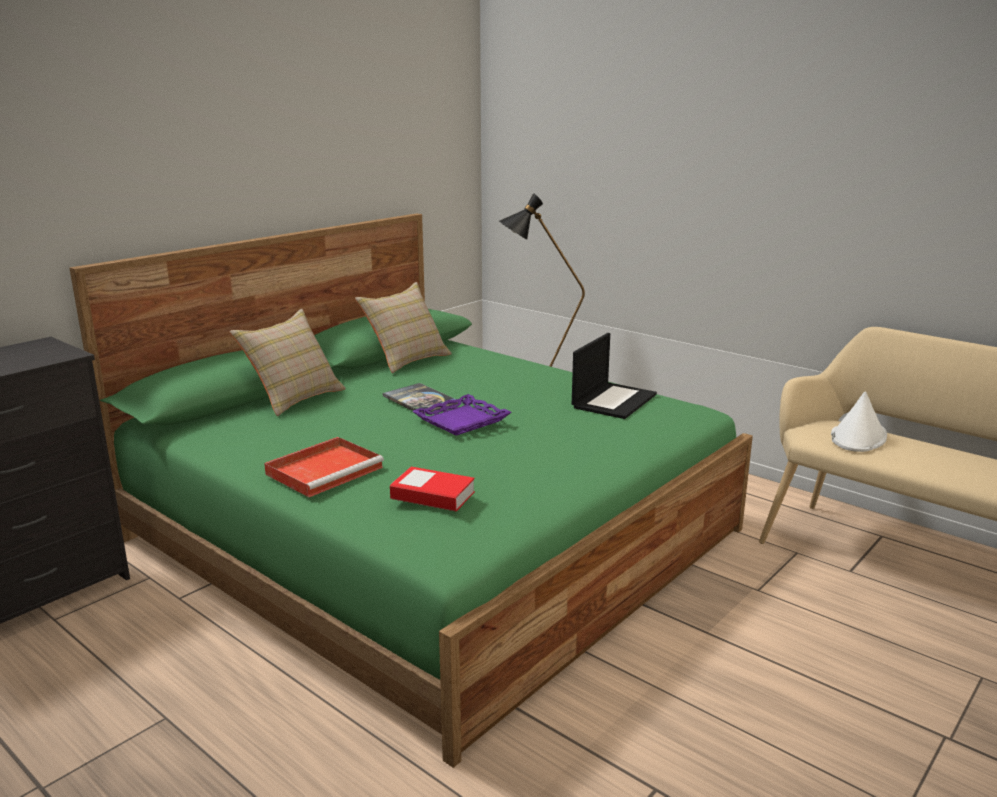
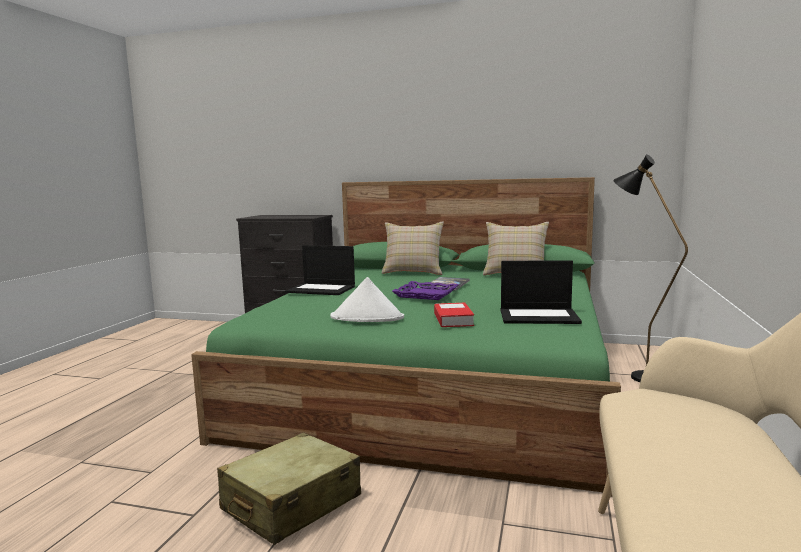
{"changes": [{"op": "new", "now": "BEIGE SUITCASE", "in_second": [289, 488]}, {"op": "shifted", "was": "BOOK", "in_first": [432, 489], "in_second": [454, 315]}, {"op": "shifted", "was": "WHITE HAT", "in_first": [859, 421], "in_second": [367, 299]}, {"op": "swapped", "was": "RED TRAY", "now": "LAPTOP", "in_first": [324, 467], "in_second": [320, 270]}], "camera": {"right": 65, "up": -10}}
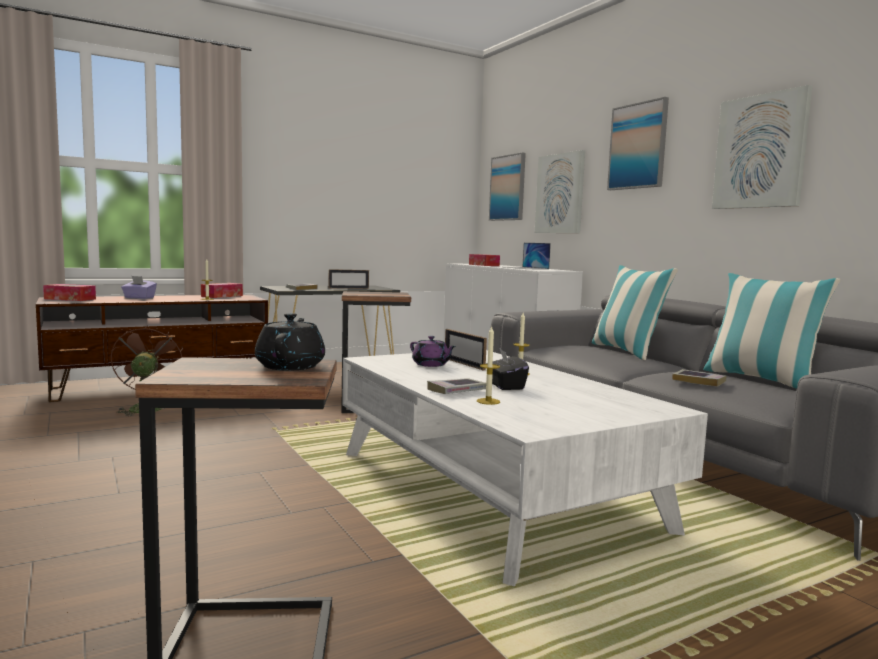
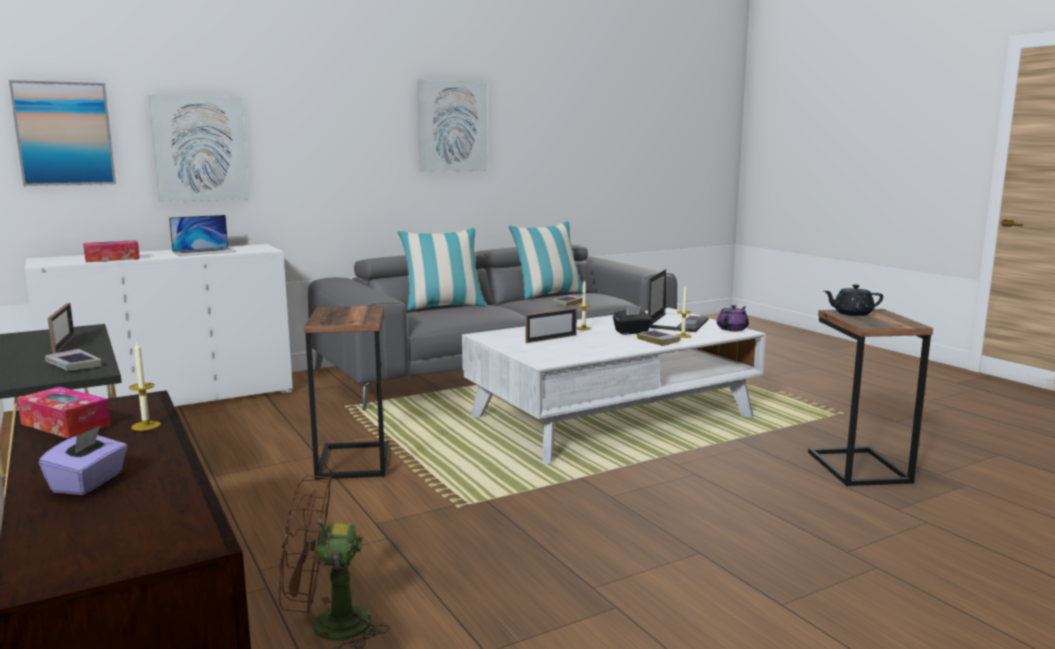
{"changes": [{"op": "gone", "was": "TISSUE BOX", "in_first": [69, 292]}, {"op": "gone", "was": "PICTURE", "in_first": [638, 143]}, {"op": "new", "now": "LAPTOP", "in_second": [678, 300]}, {"op": "shifted", "was": "PURPLE TEAPOT", "in_first": [433, 351], "in_second": [733, 318]}], "camera": {"right": -90, "up": 5}}
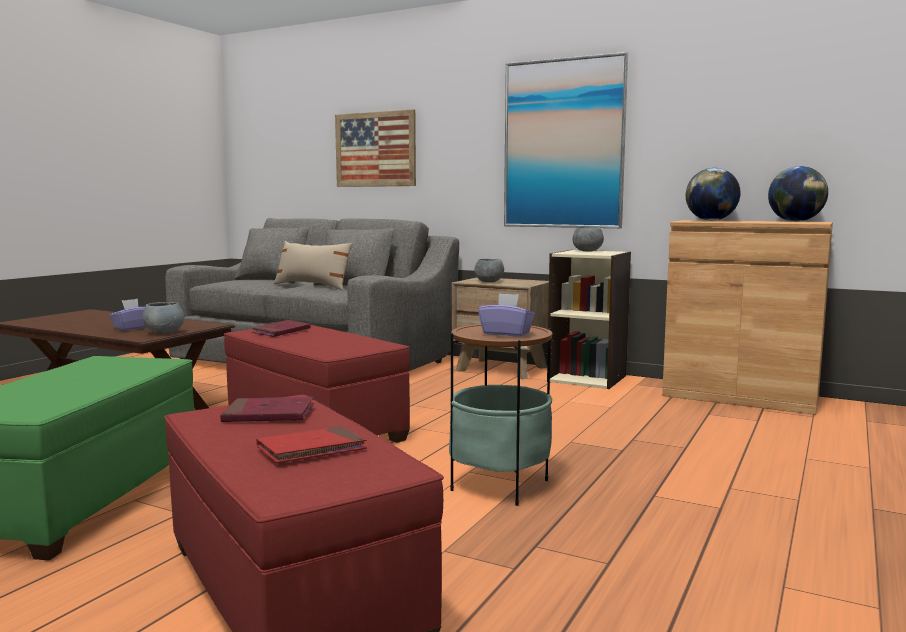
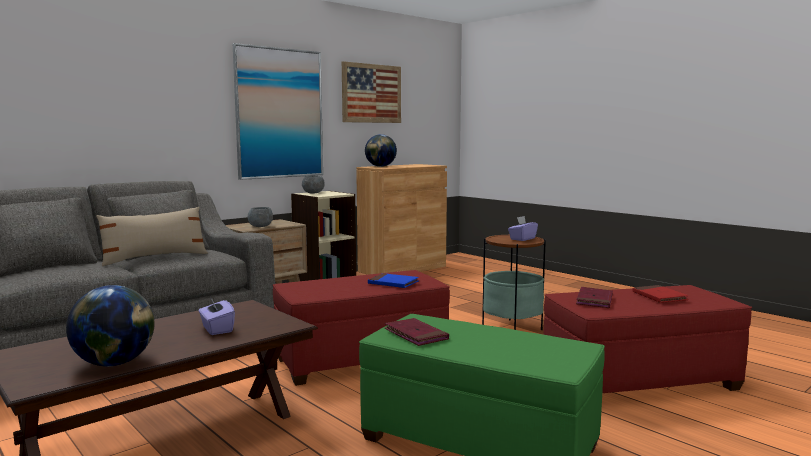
{"changes": [{"op": "gone", "was": "GREY BOWL", "in_first": [163, 318]}, {"op": "new", "now": "BLUE BOOK", "in_second": [393, 280]}, {"op": "shifted", "was": "RED BOOK", "in_first": [281, 328], "in_second": [417, 332]}, {"op": "shifted", "was": "PICTURE", "in_first": [375, 148], "in_second": [371, 92]}, {"op": "shifted", "was": "GLOBE", "in_first": [798, 194], "in_second": [110, 325]}], "camera": {"right": -70, "up": 0}}
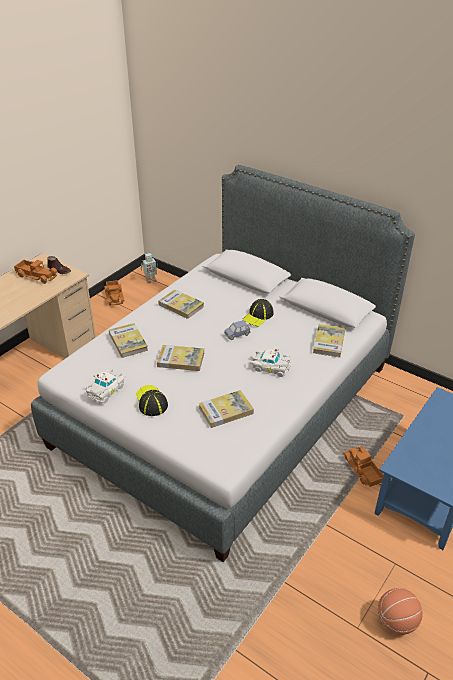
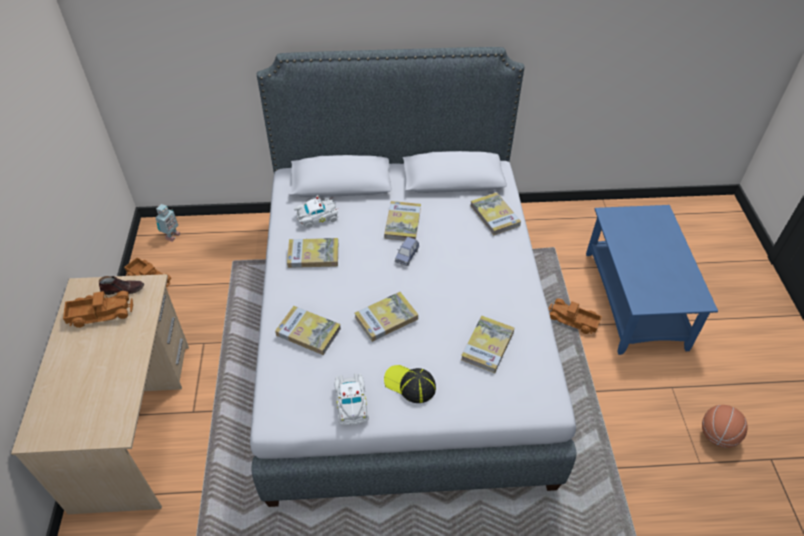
{"changes": [{"op": "shifted", "was": "WHITE TOY CAR", "in_first": [270, 363], "in_second": [316, 211]}, {"op": "swapped", "was": "CAP", "now": "BOOK", "in_first": [258, 313], "in_second": [402, 221]}], "camera": {"right": -40, "up": 10}}
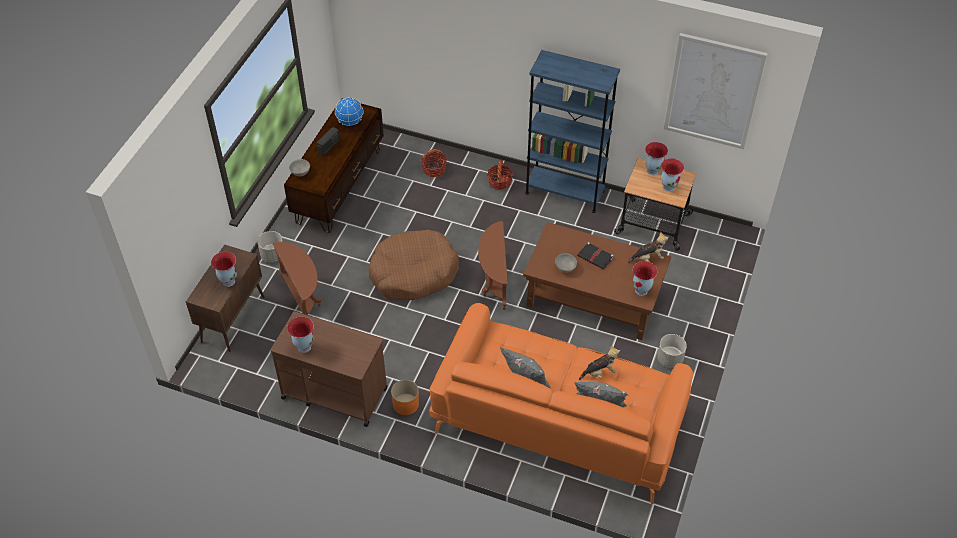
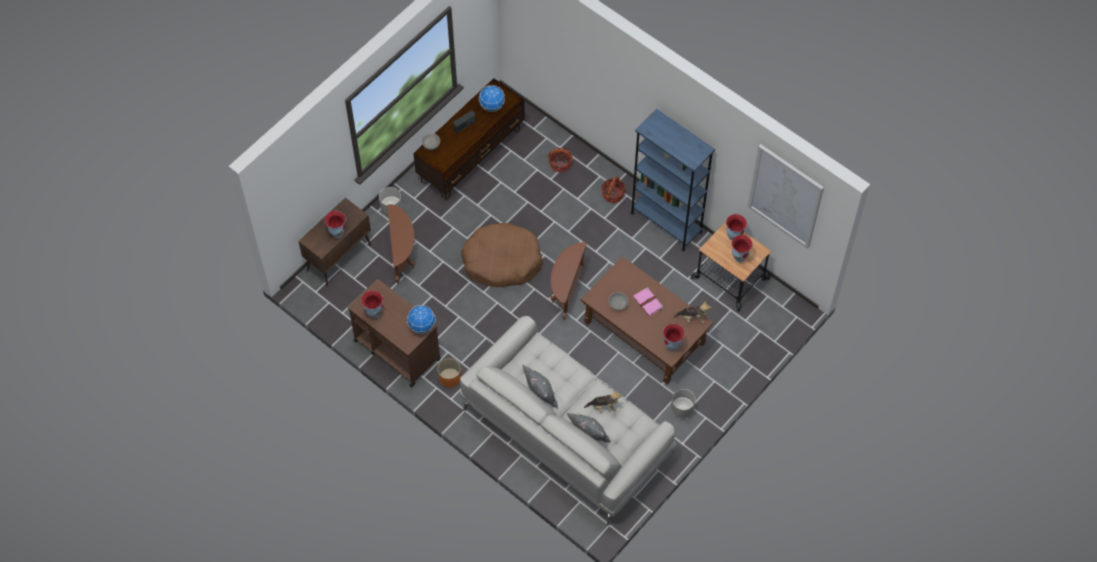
{"changes": [{"op": "new", "now": "GLOBE", "in_second": [421, 319]}, {"op": "repainted", "was": "ORANGE SOFA", "now": "WHITE SOFA", "in_first": [561, 404], "in_second": [568, 420]}, {"op": "repainted", "was": "BLACK BOOK", "now": "PINK BOOK", "in_first": [595, 255], "in_second": [648, 301]}], "camera": {"right": 20, "up": 10}}
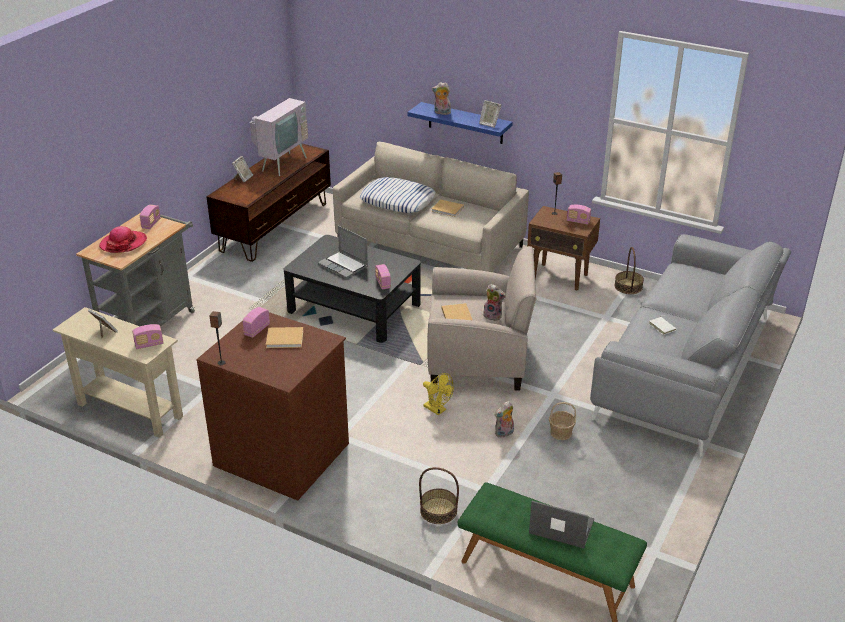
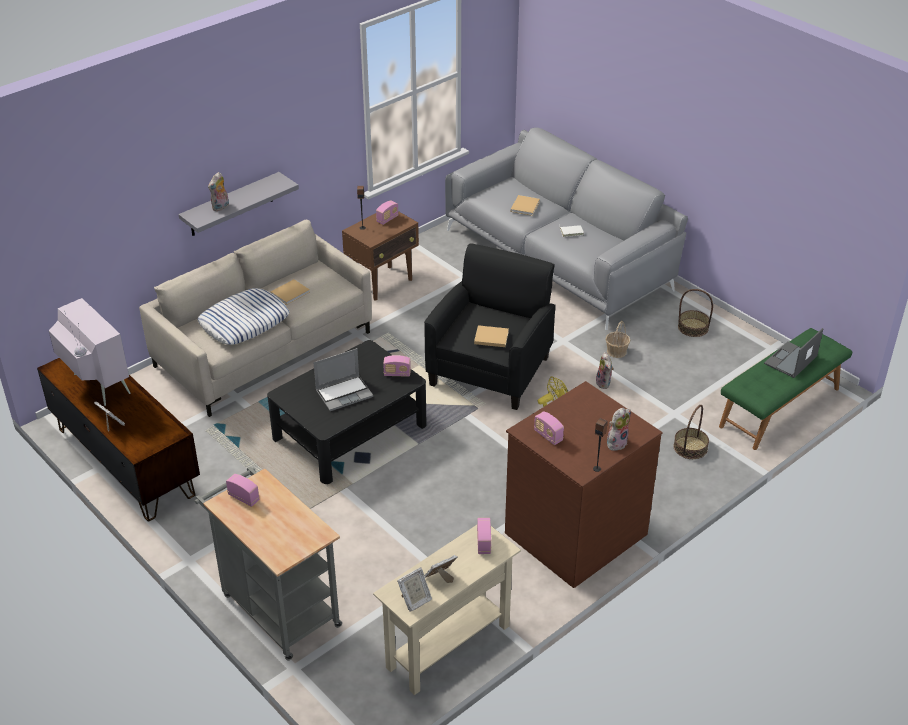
{"changes": [{"op": "gone", "was": "HAT", "in_first": [123, 239]}, {"op": "shifted", "was": "BEIGE BOOK", "in_first": [284, 337], "in_second": [525, 205]}, {"op": "shifted", "was": "PICTURE FRAME", "in_first": [490, 114], "in_second": [414, 589]}, {"op": "shifted", "was": "PLUSH TOY", "in_first": [494, 302], "in_second": [619, 429]}, {"op": "shifted", "was": "BASKET", "in_first": [629, 270], "in_second": [695, 313]}, {"op": "repainted", "was": "BLUE SHELF", "now": "GREY SHELF", "in_first": [460, 123], "in_second": [239, 204]}, {"op": "repainted", "was": "BEIGE ARMCHAIR", "now": "BLACK ARMCHAIR", "in_first": [481, 318], "in_second": [489, 327]}], "camera": {"right": -70, "up": 5}}
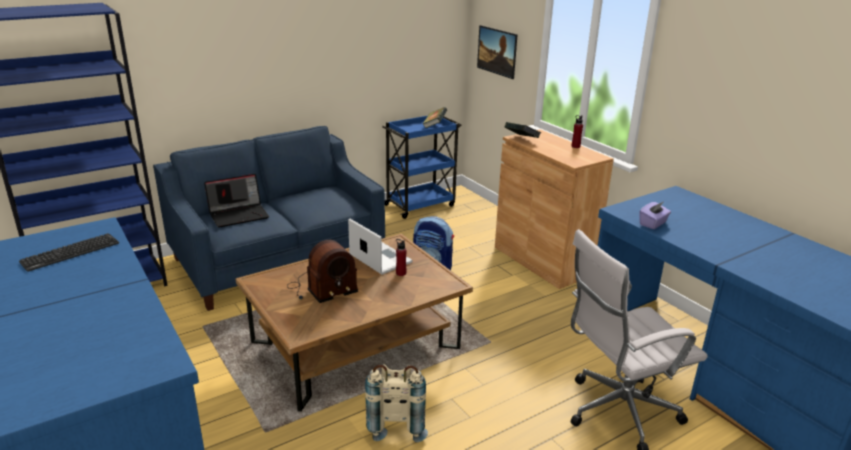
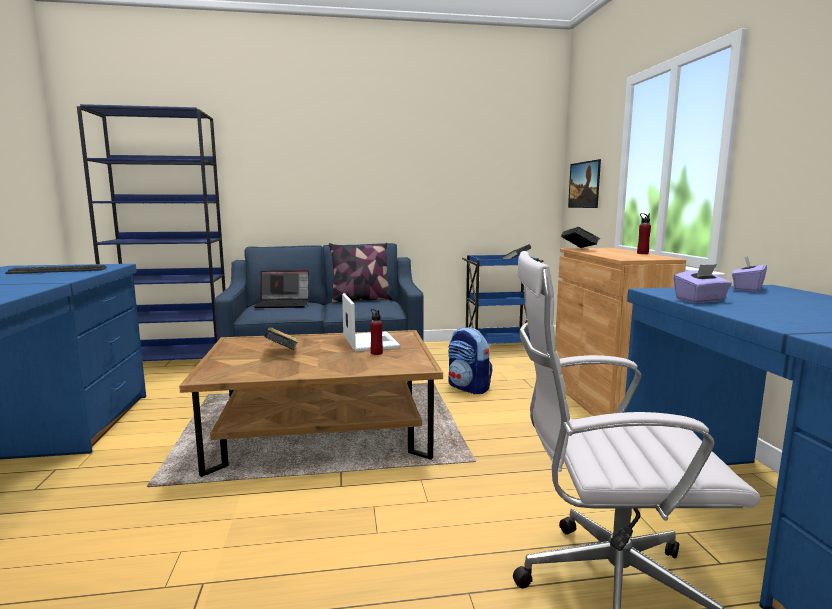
{"changes": [{"op": "gone", "was": "BEIGE BACKPACK", "in_first": [396, 403]}, {"op": "new", "now": "PILLOW", "in_second": [361, 273]}, {"op": "new", "now": "PURPLE TISSUE BOX", "in_second": [749, 274]}, {"op": "swapped", "was": "RADIO", "now": "BOOK", "in_first": [322, 271], "in_second": [281, 338]}], "camera": {"right": 25, "up": -15}}
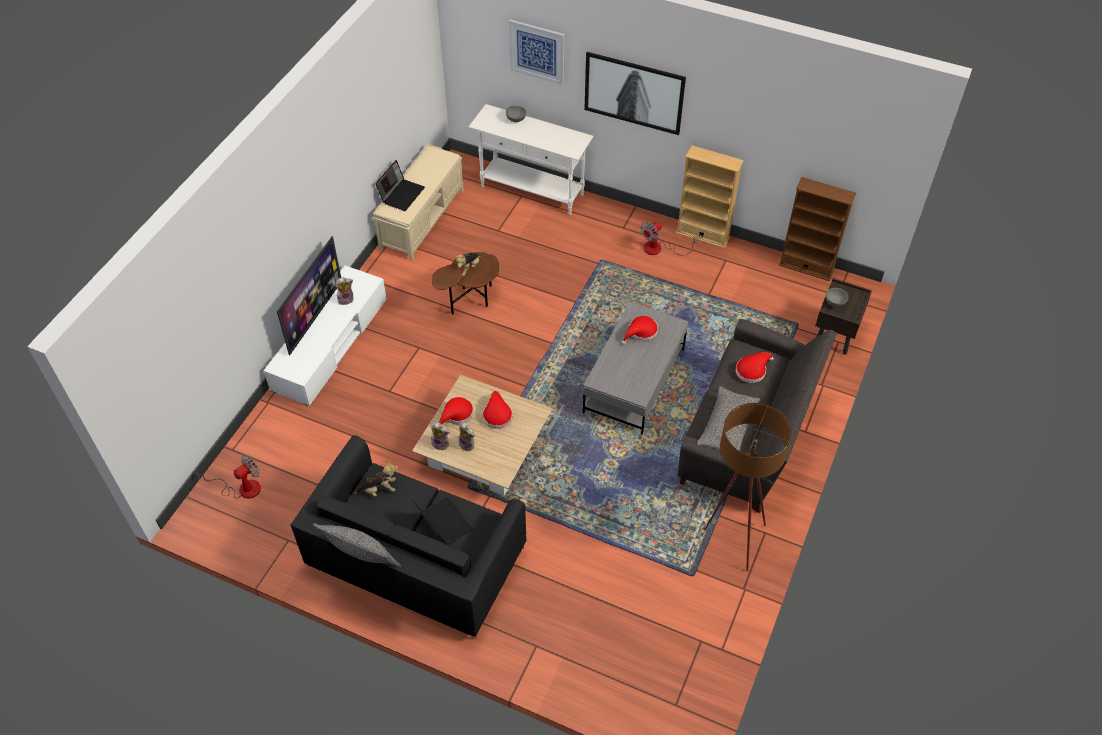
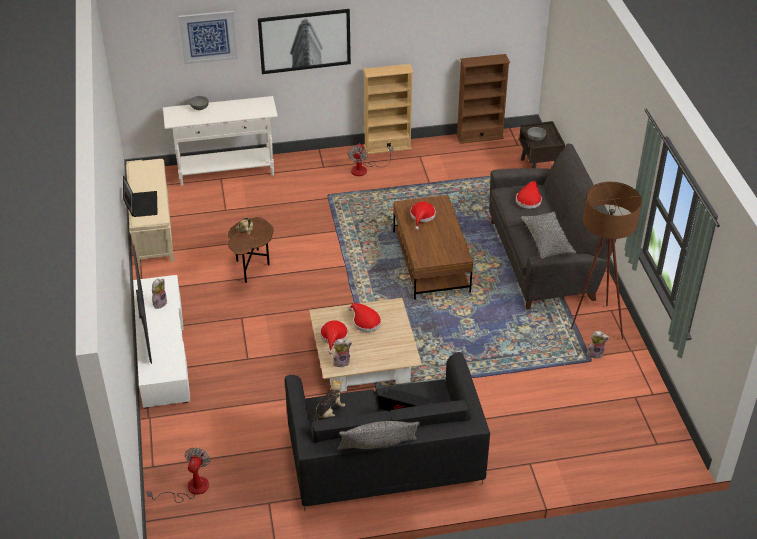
{"changes": [{"op": "shifted", "was": "PLUSH TOY", "in_first": [466, 436], "in_second": [598, 345]}, {"op": "repainted", "was": "GREY COFFEE TABLE", "now": "BROWN COFFEE TABLE", "in_first": [635, 368], "in_second": [433, 247]}], "camera": {"right": -35, "up": -10}}
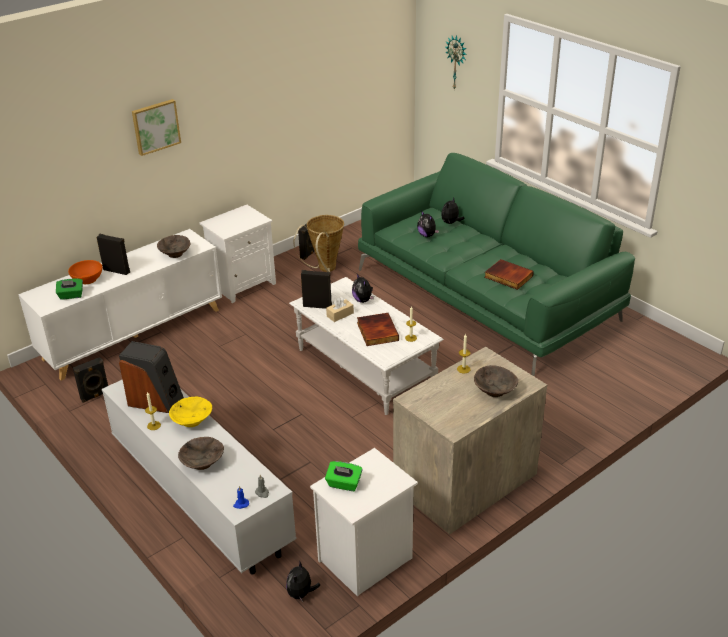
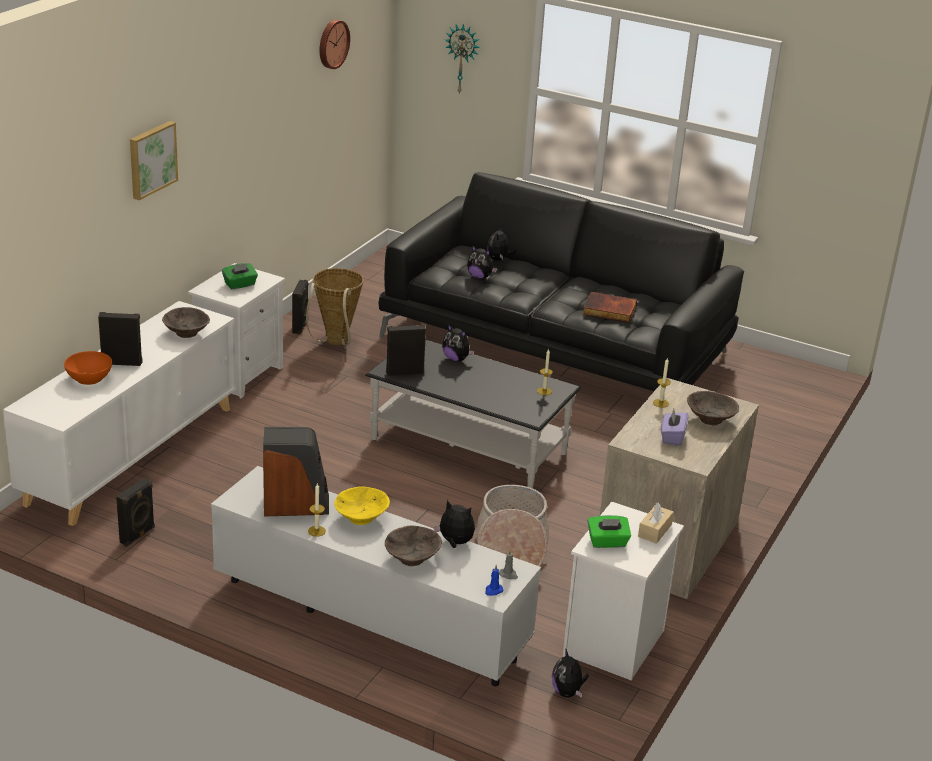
{"changes": [{"op": "gone", "was": "BOOK", "in_first": [378, 329]}, {"op": "new", "now": "WALL CLOCK", "in_second": [335, 44]}, {"op": "new", "now": "PLUSH TOY", "in_second": [454, 524]}, {"op": "new", "now": "BASKET", "in_second": [512, 525]}, {"op": "new", "now": "PURPLE TISSUE BOX", "in_second": [674, 427]}, {"op": "shifted", "was": "GREEN TISSUE BOX", "in_first": [69, 289], "in_second": [240, 276]}, {"op": "shifted", "was": "BEIGE TISSUE BOX", "in_first": [340, 309], "in_second": [656, 523]}, {"op": "repainted", "was": "WHITE COFFEE TABLE", "now": "BLACK COFFEE TABLE", "in_first": [366, 346], "in_second": [473, 414]}, {"op": "repainted", "was": "GREEN SOFA", "now": "BLACK SOFA", "in_first": [496, 264], "in_second": [561, 281]}], "camera": {"right": -25, "up": -5}}
